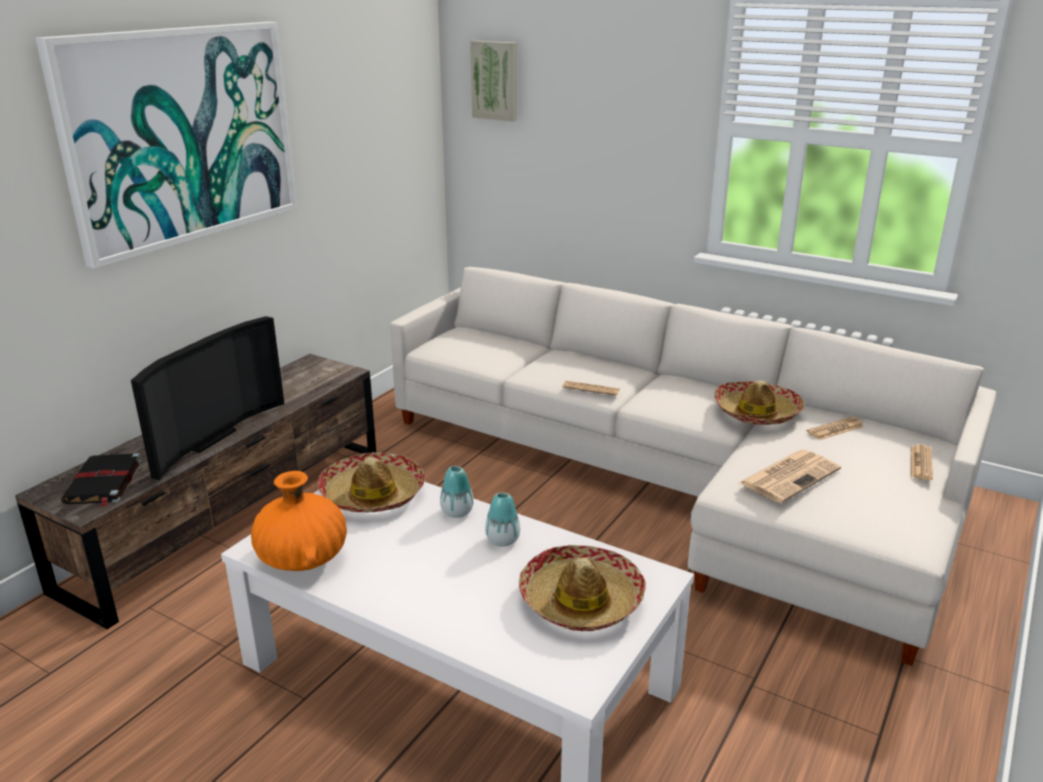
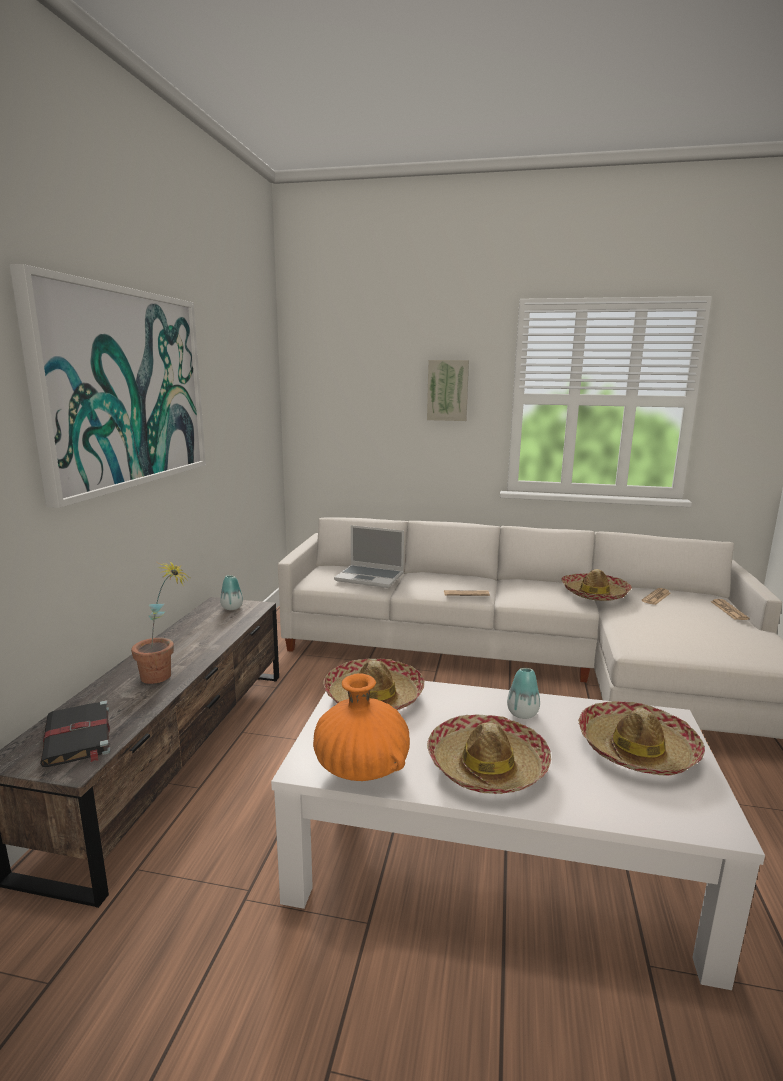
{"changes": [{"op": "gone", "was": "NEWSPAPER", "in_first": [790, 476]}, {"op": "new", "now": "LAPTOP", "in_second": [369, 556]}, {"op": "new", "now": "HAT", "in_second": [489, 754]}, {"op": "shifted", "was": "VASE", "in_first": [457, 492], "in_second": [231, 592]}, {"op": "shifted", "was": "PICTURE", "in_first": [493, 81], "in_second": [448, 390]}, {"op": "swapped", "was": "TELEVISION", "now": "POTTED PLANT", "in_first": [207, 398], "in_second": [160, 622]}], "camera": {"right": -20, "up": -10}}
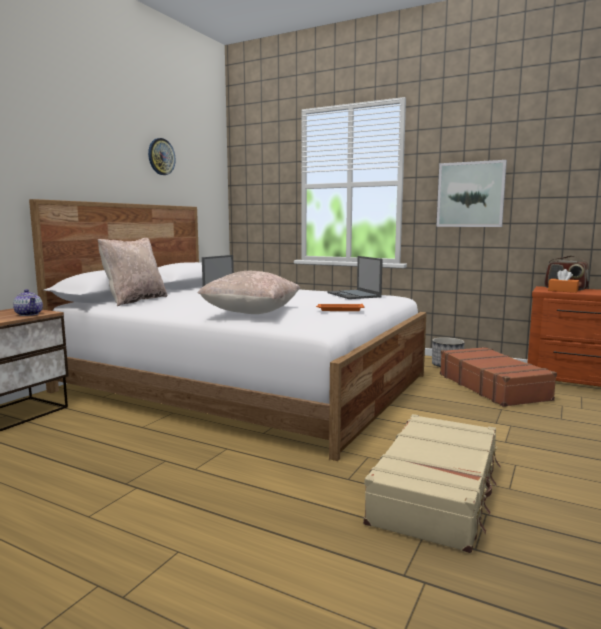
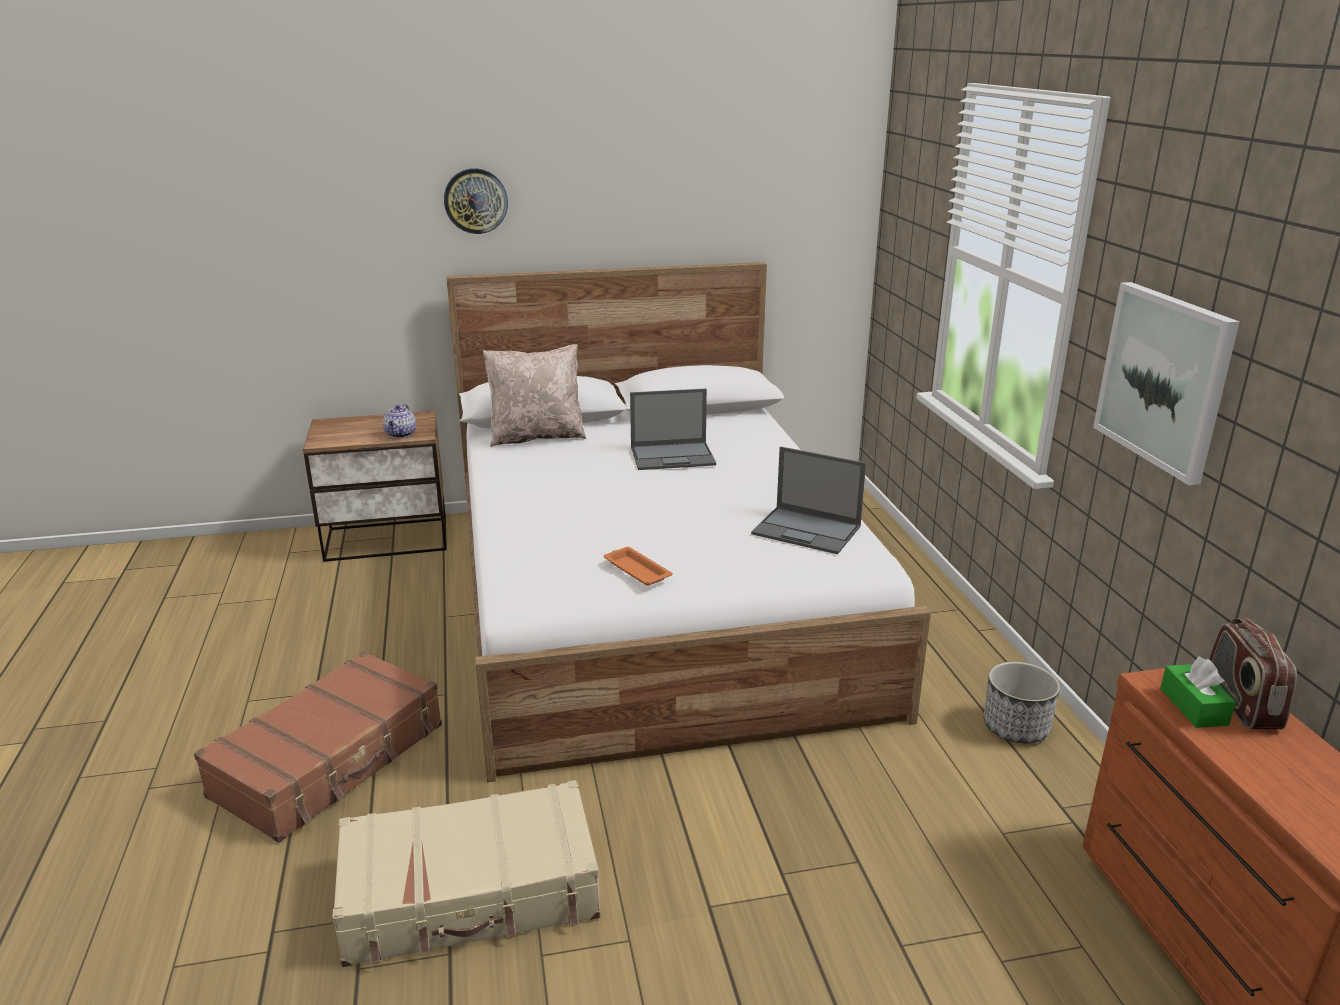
{"changes": [{"op": "gone", "was": "BEIGE PILLOW", "in_first": [248, 292]}, {"op": "shifted", "was": "WALL CLOCK", "in_first": [162, 156], "in_second": [476, 201]}, {"op": "shifted", "was": "BROWN SUITCASE", "in_first": [498, 377], "in_second": [318, 747]}, {"op": "repainted", "was": "ORANGE TISSUE BOX", "now": "GREEN TISSUE BOX", "in_first": [563, 281], "in_second": [1198, 692]}, {"op": "rotated", "was": "LAPTOP", "in_first": [355, 277], "in_second": [808, 500], "clockwise": -90}], "camera": {"right": 50, "up": 15}}
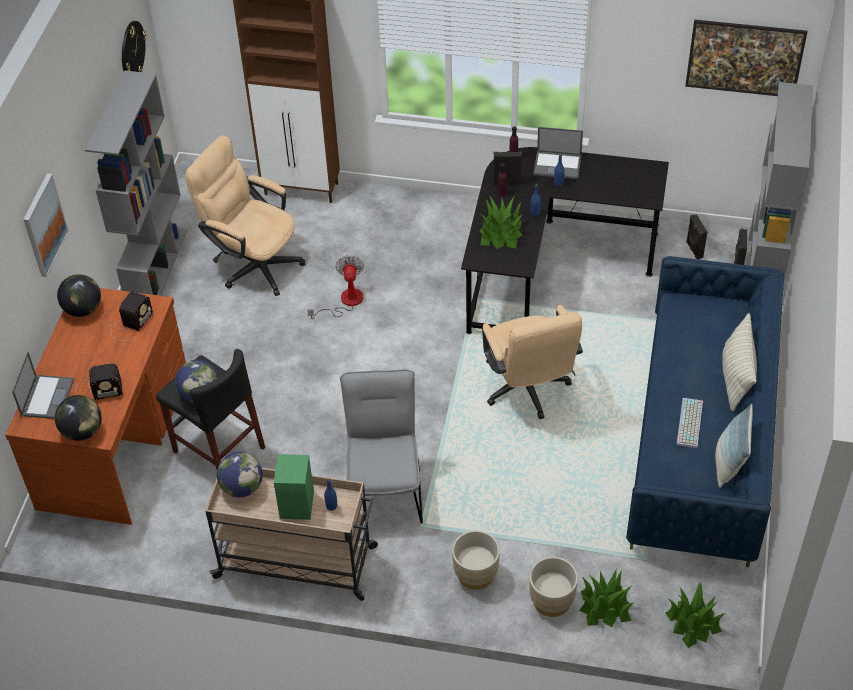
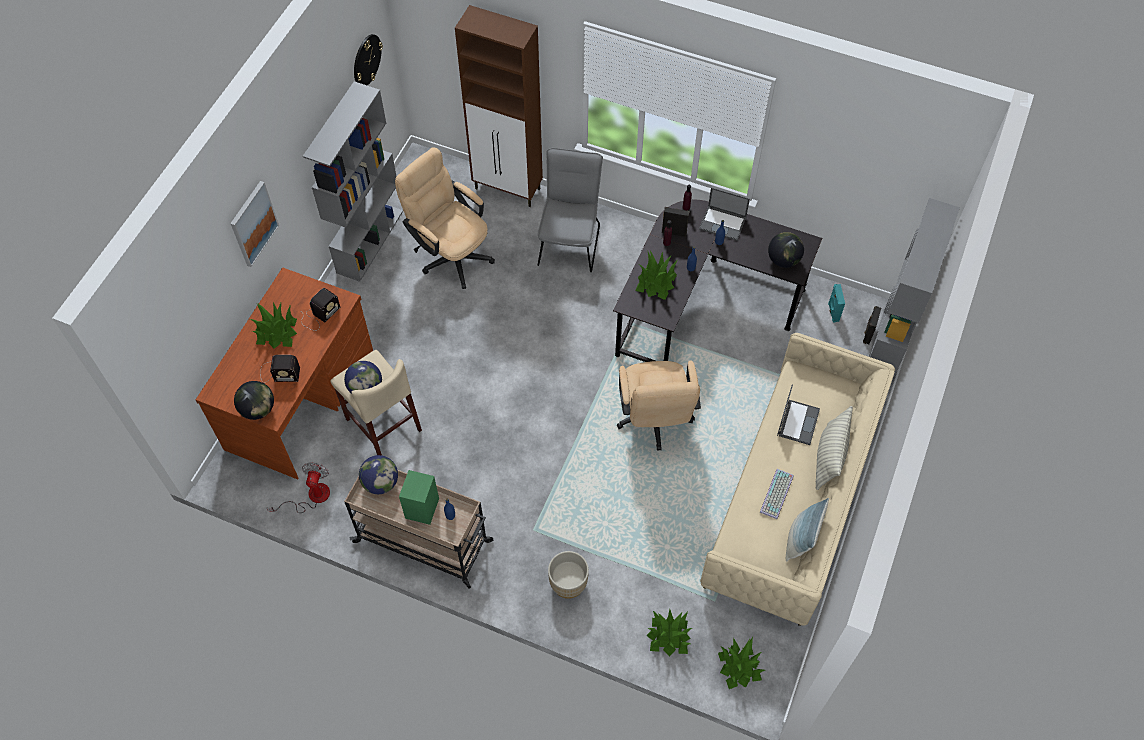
{"changes": [{"op": "gone", "was": "BEIGE PLANTER", "in_first": [553, 587]}, {"op": "gone", "was": "PICTURE", "in_first": [746, 58]}, {"op": "new", "now": "POTTED PLANT", "in_second": [273, 325]}, {"op": "shifted", "was": "LAPTOP", "in_first": [43, 385], "in_second": [798, 415]}, {"op": "shifted", "was": "GLOBE", "in_first": [79, 295], "in_second": [786, 250]}, {"op": "shifted", "was": "FAN", "in_first": [335, 287], "in_second": [298, 487]}, {"op": "shifted", "was": "GREY CHAIR", "in_first": [381, 446], "in_second": [570, 210]}, {"op": "repainted", "was": "BLACK STOOL", "now": "BEIGE STOOL", "in_first": [210, 409], "in_second": [376, 402]}, {"op": "repainted", "was": "BLUE SOFA", "now": "BEIGE SOFA", "in_first": [705, 411], "in_second": [797, 479]}, {"op": "repainted", "was": "BLACK SPEAKER", "now": "TURQUOISE SPEAKER", "in_first": [696, 237], "in_second": [836, 303]}], "camera": {"right": 10, "up": 10}}
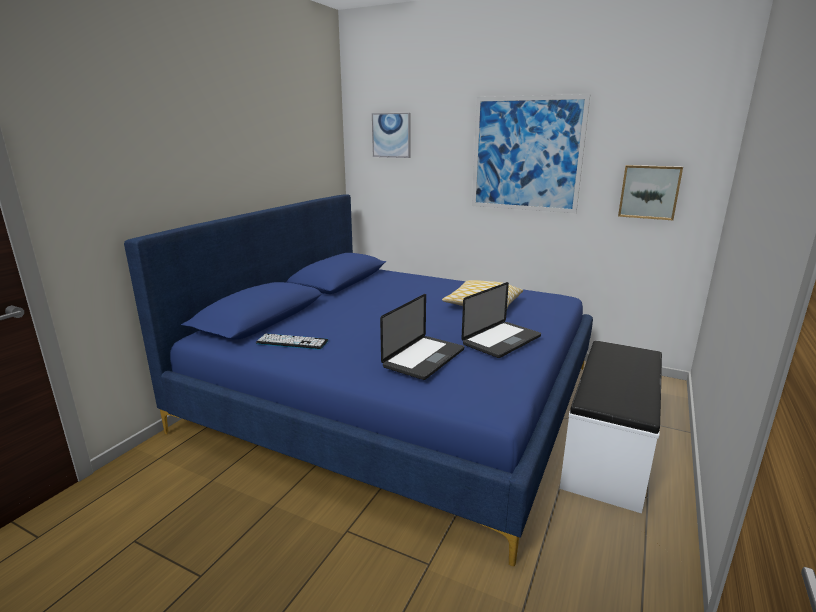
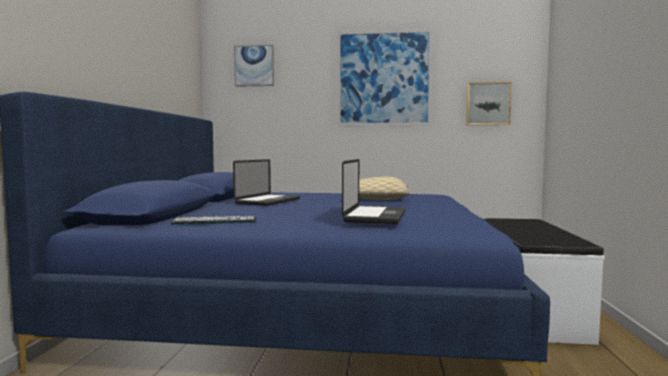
{"changes": [{"op": "shifted", "was": "LAPTOP", "in_first": [501, 320], "in_second": [266, 182]}], "camera": {"right": -20, "up": -15}}
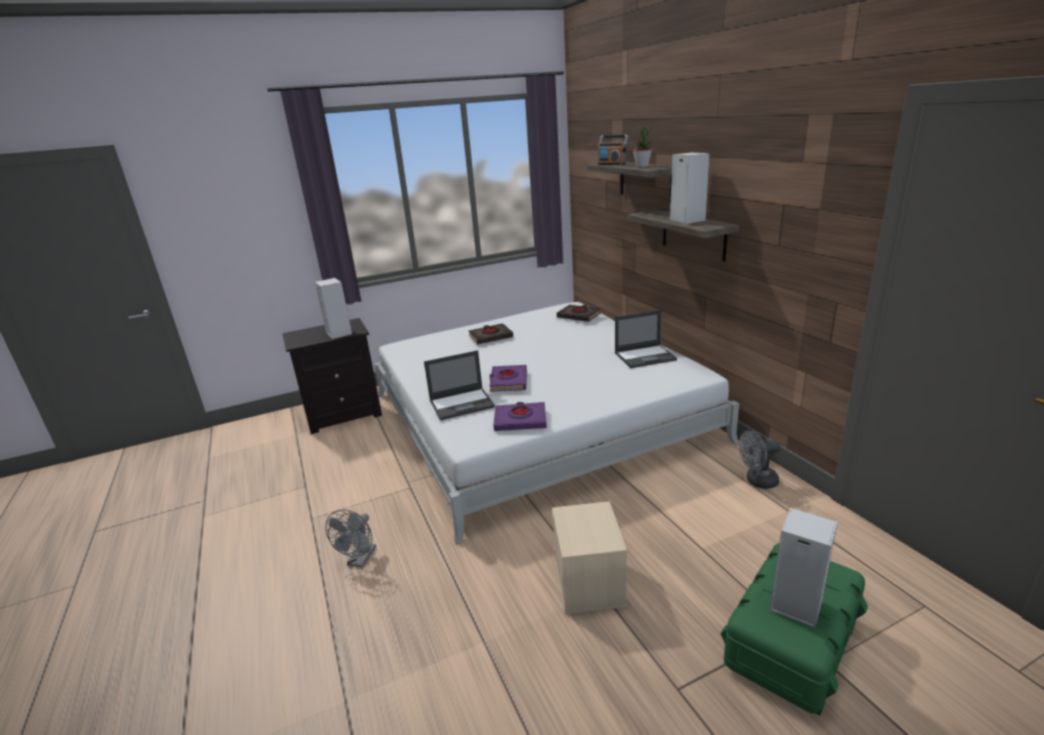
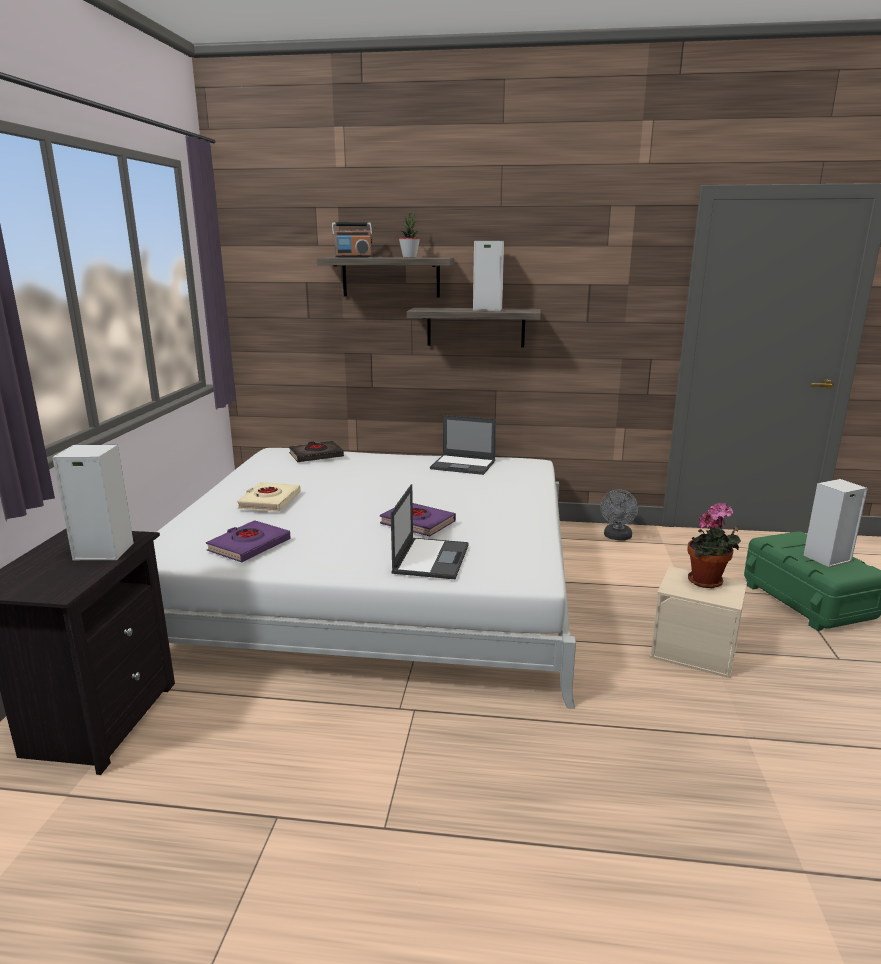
{"changes": [{"op": "gone", "was": "GREY FAN", "in_first": [350, 539]}, {"op": "new", "now": "POTTED PLANT", "in_second": [714, 545]}, {"op": "shifted", "was": "PURPLE BOOK", "in_first": [520, 416], "in_second": [248, 541]}, {"op": "repainted", "was": "BLACK BOOK", "now": "BEIGE BOOK", "in_first": [491, 334], "in_second": [269, 497]}, {"op": "rotated", "was": "LAPTOP", "in_first": [646, 339], "in_second": [463, 445], "clockwise": 90}], "camera": {"right": -60, "up": -5}}
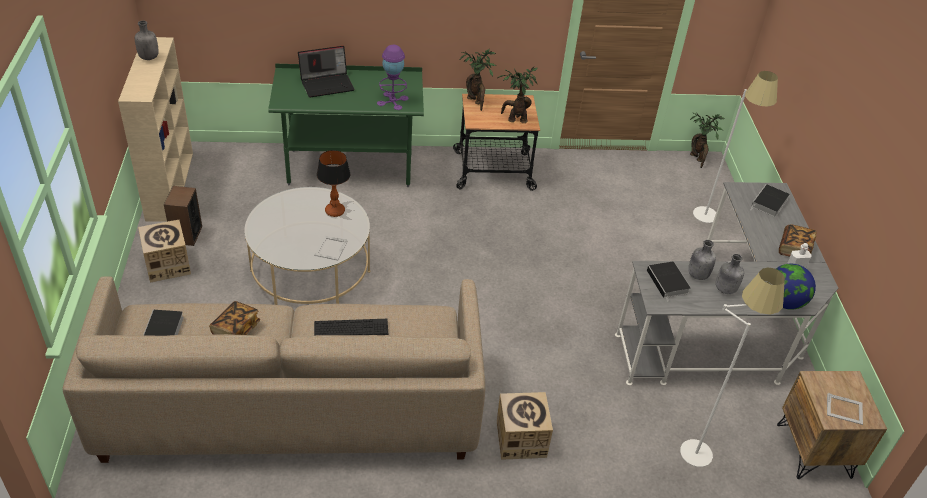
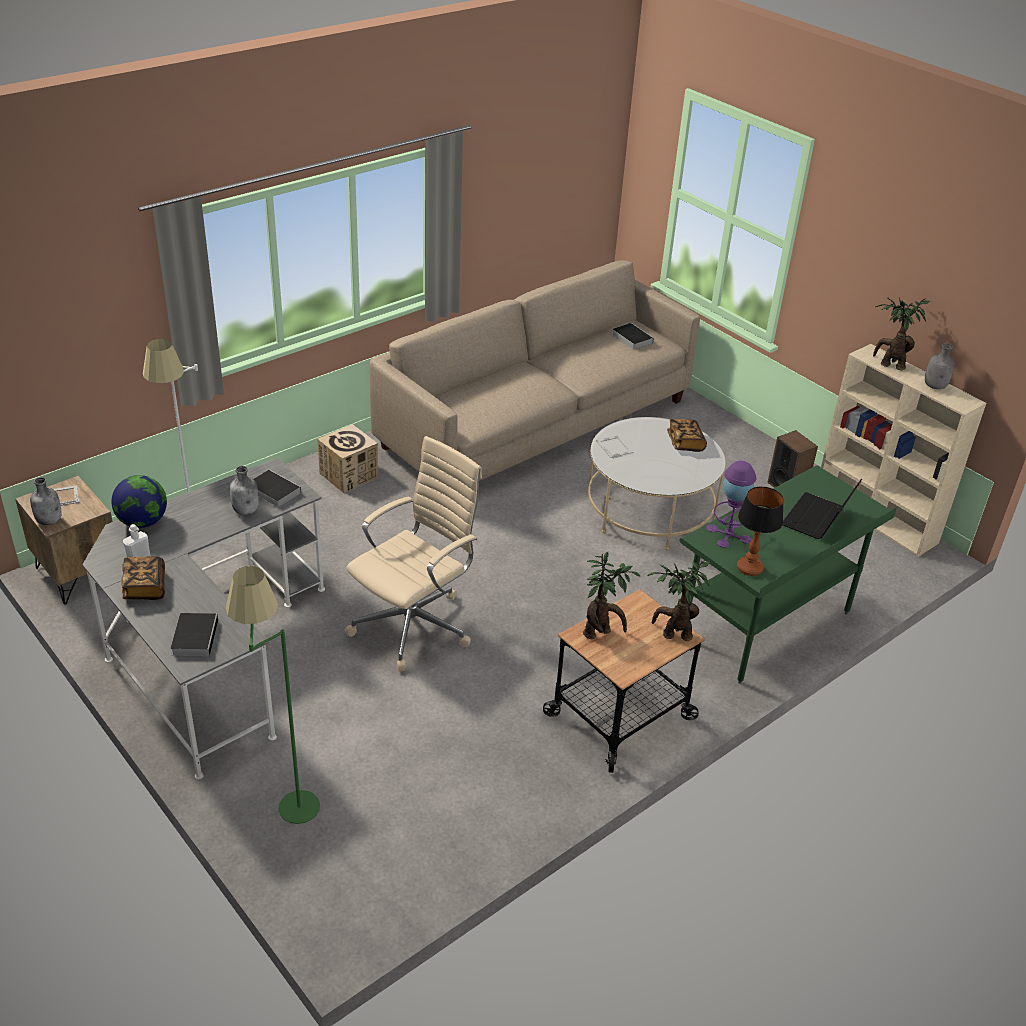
{"changes": [{"op": "gone", "was": "CARDBOARD BOX", "in_first": [164, 251]}, {"op": "gone", "was": "KEYBOARD", "in_first": [351, 327]}, {"op": "new", "now": "BEIGE OFFICE CHAIR", "in_second": [413, 554]}, {"op": "shifted", "was": "BOOK", "in_first": [234, 318], "in_second": [687, 435]}, {"op": "shifted", "was": "TABLE LAMP", "in_first": [333, 183], "in_second": [760, 531]}, {"op": "shifted", "was": "POTTED PLANT", "in_first": [707, 140], "in_second": [901, 333]}, {"op": "shifted", "was": "GREY BOTTLE", "in_first": [730, 274], "in_second": [46, 501]}, {"op": "repainted", "was": "WHITE FLOOR LAMP", "now": "GREEN FLOOR LAMP", "in_first": [735, 147], "in_second": [273, 695]}], "camera": {"right": 145, "up": -5}}
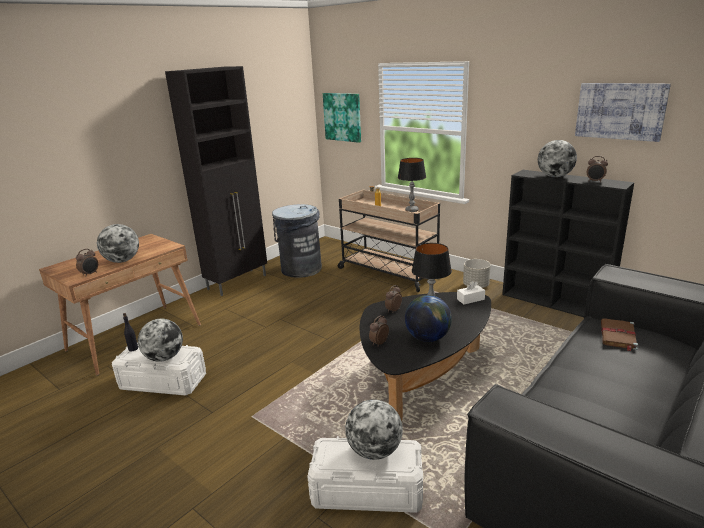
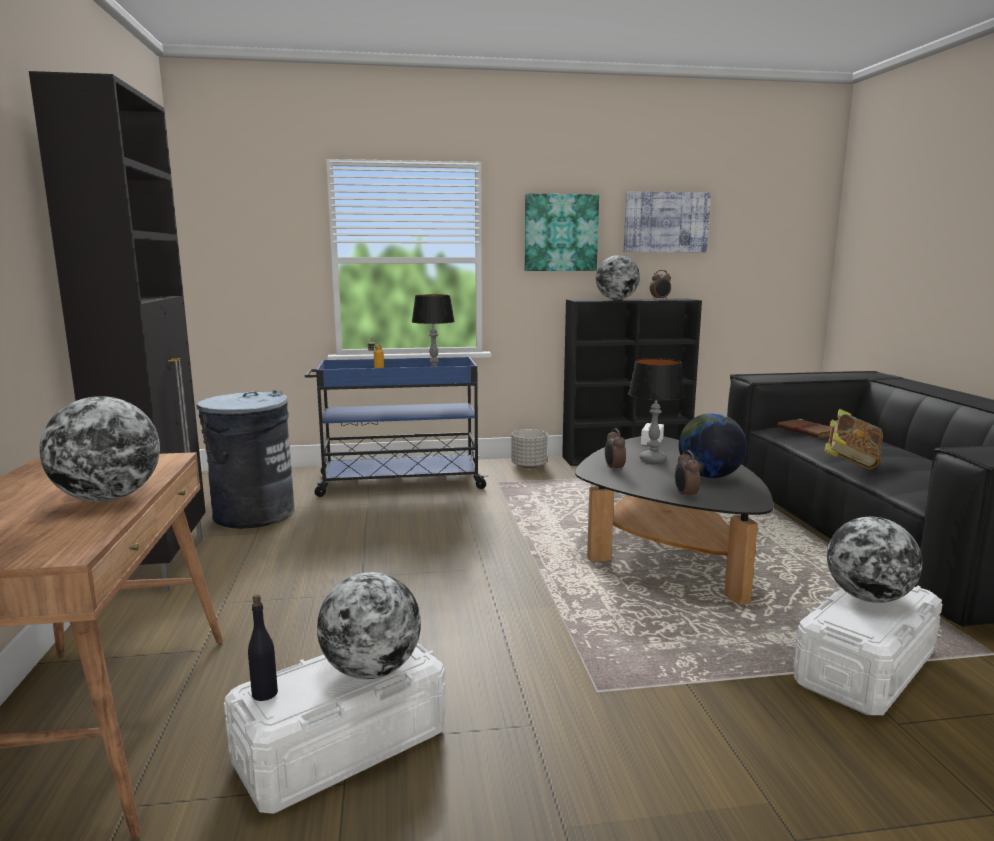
{"changes": [{"op": "gone", "was": "ALARM CLOCK", "in_first": [87, 263]}, {"op": "new", "now": "BOOK", "in_second": [854, 439]}, {"op": "shifted", "was": "PICTURE", "in_first": [342, 118], "in_second": [562, 232]}, {"op": "repainted", "was": "BEIGE CART", "now": "BLUE CART", "in_first": [389, 241], "in_second": [396, 427]}], "camera": {"right": -50, "up": -10}}
